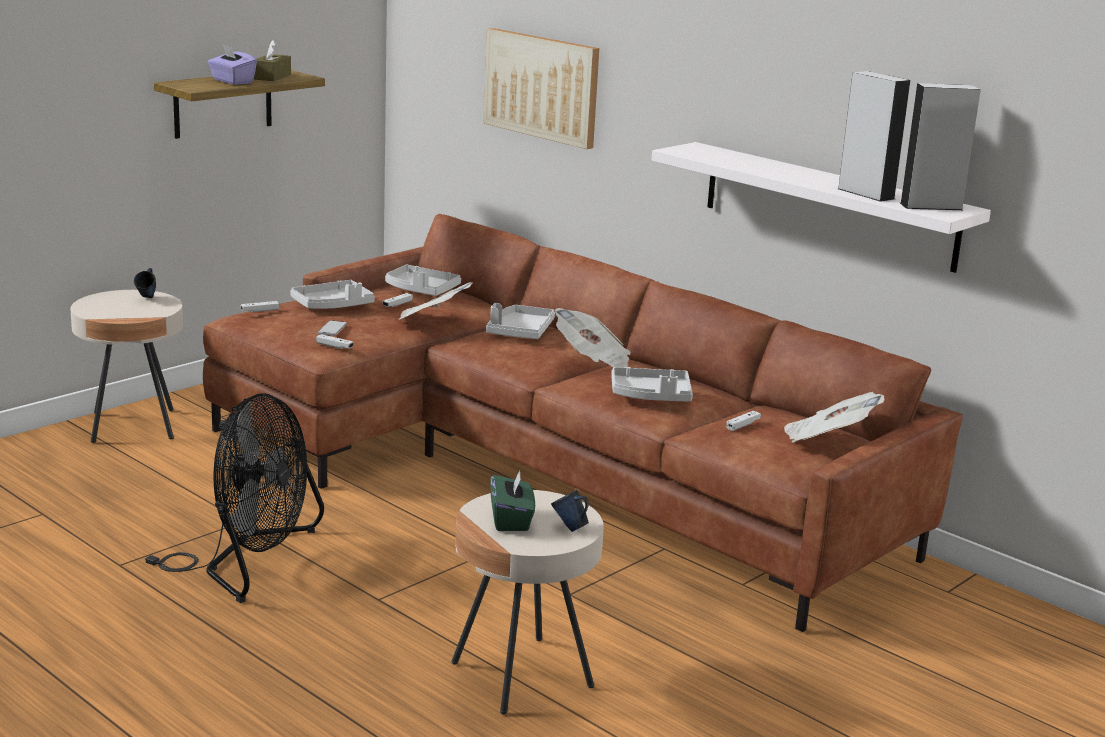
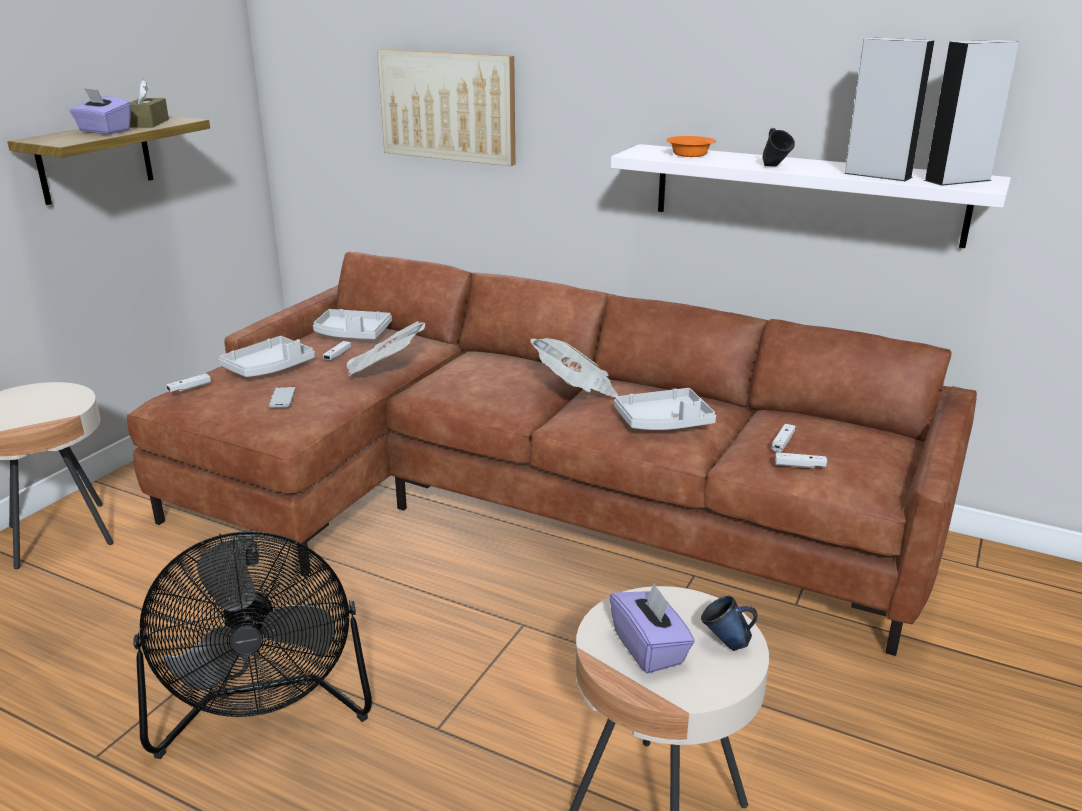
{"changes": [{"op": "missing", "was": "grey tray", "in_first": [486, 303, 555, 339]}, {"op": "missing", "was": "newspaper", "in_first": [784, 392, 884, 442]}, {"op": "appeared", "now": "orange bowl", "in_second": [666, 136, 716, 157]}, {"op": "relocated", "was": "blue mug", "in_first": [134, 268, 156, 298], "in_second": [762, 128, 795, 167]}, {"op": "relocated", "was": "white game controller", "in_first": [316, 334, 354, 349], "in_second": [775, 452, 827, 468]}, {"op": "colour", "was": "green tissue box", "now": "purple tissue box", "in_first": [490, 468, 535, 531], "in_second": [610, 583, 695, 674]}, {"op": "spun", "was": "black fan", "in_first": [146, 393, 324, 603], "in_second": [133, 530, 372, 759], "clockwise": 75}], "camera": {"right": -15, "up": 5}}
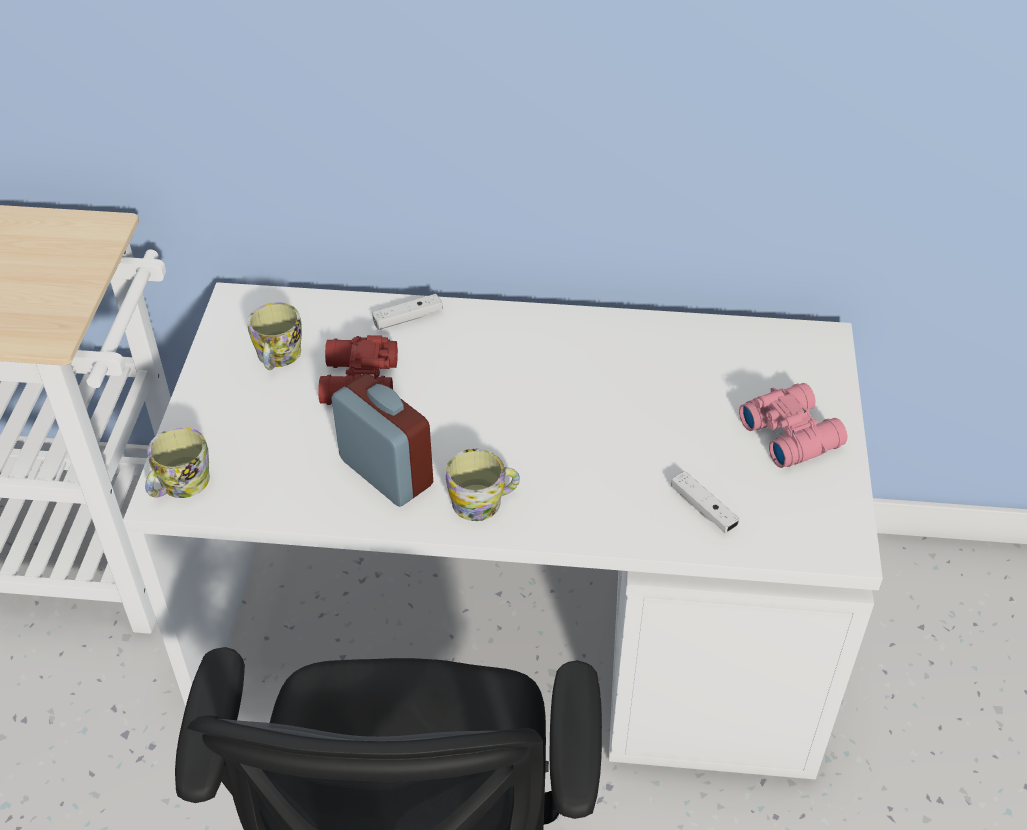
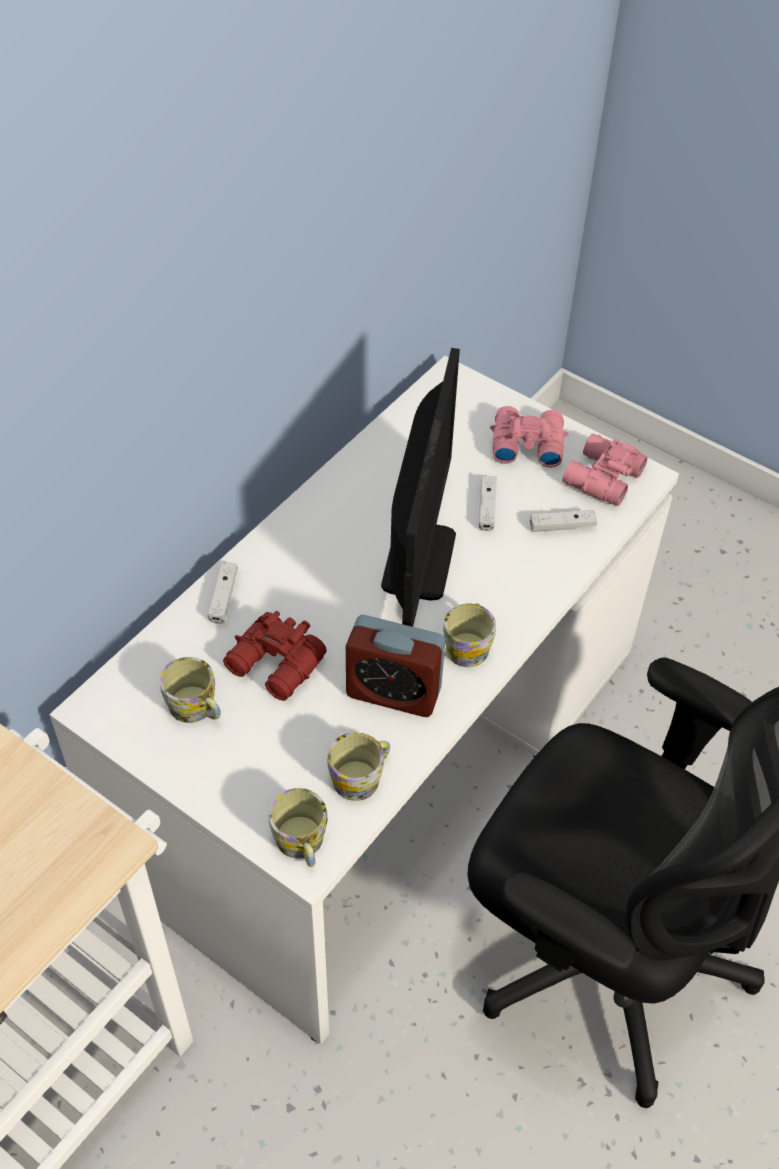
{"changes": [{"op": "appeared", "now": "mug", "in_second": [327, 732, 390, 801]}, {"op": "appeared", "now": "monitor", "in_second": [381, 348, 460, 627]}, {"op": "appeared", "now": "white game controller", "in_second": [479, 475, 497, 531]}, {"op": "appeared", "now": "pink binoculars", "in_second": [563, 434, 648, 506]}, {"op": "spun", "was": "alarm clock", "in_first": [331, 374, 433, 507], "in_second": [346, 615, 445, 717], "clockwise": -150}], "camera": {"right": -60, "up": 5}}
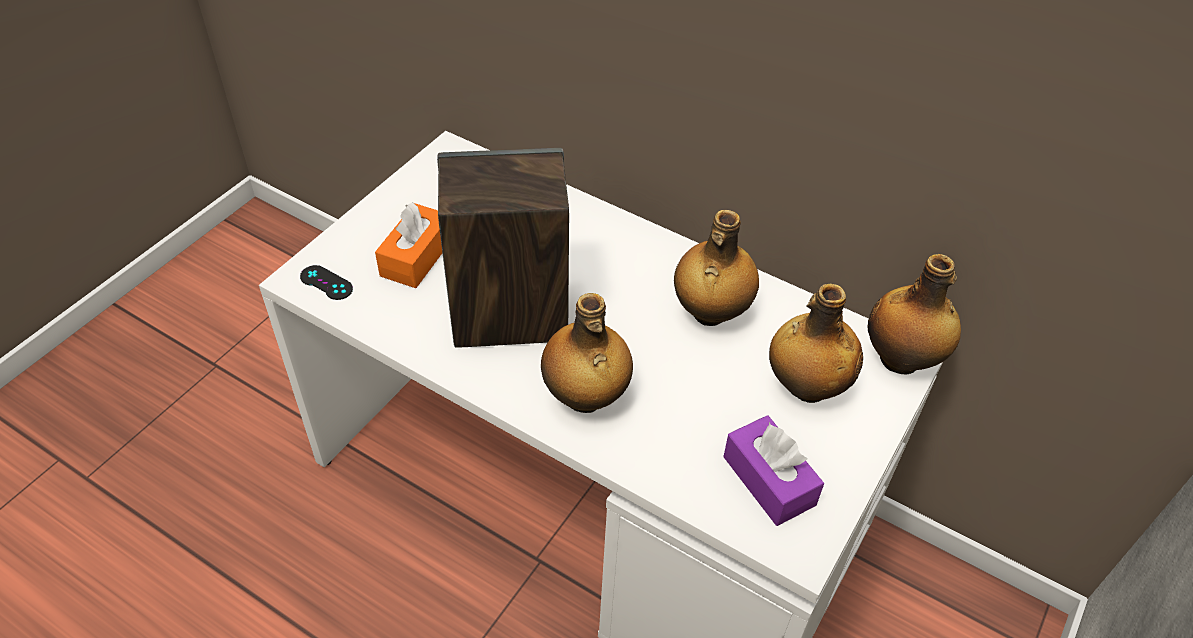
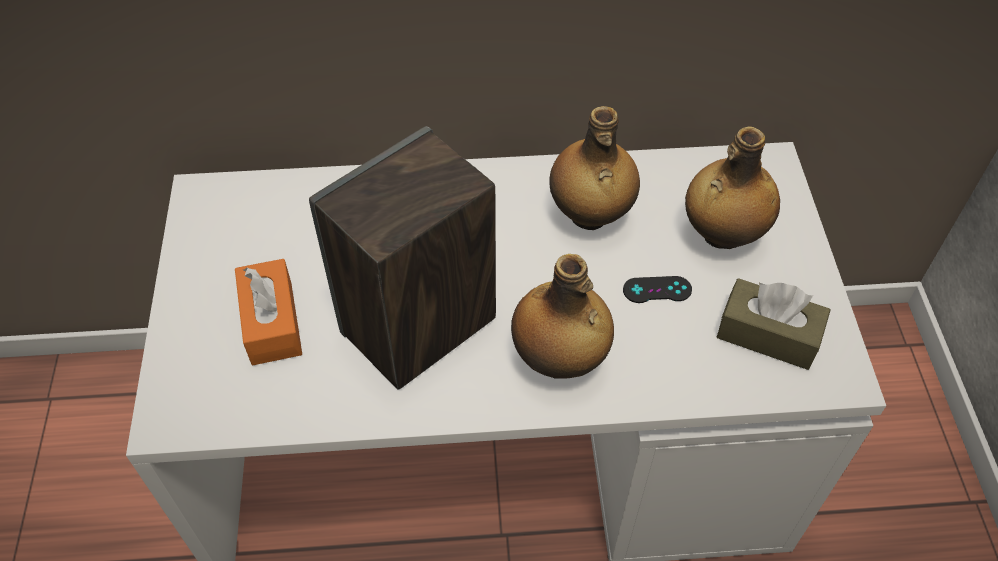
{"changes": [{"op": "missing", "was": "bottle", "in_first": [868, 254, 961, 375]}, {"op": "relocated", "was": "black game controller", "in_first": [300, 265, 353, 300], "in_second": [623, 276, 692, 303]}, {"op": "colour", "was": "purple tissue box", "now": "brown tissue box", "in_first": [723, 415, 824, 526], "in_second": [717, 278, 831, 370]}], "camera": {"right": -35, "up": 5}}
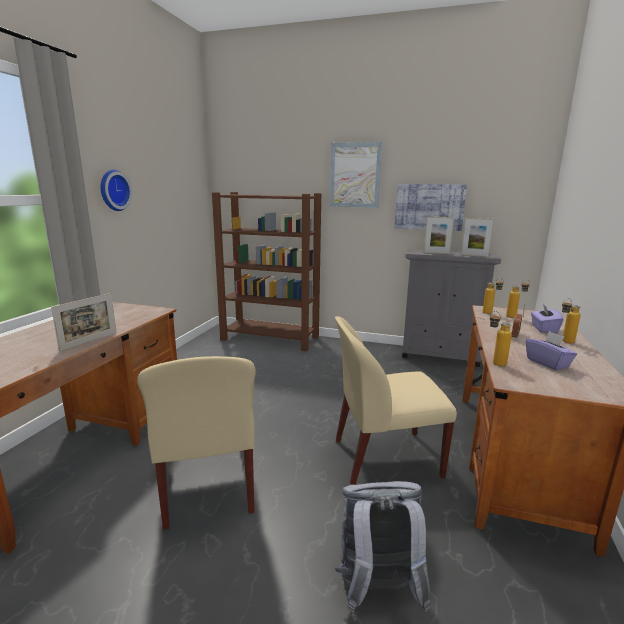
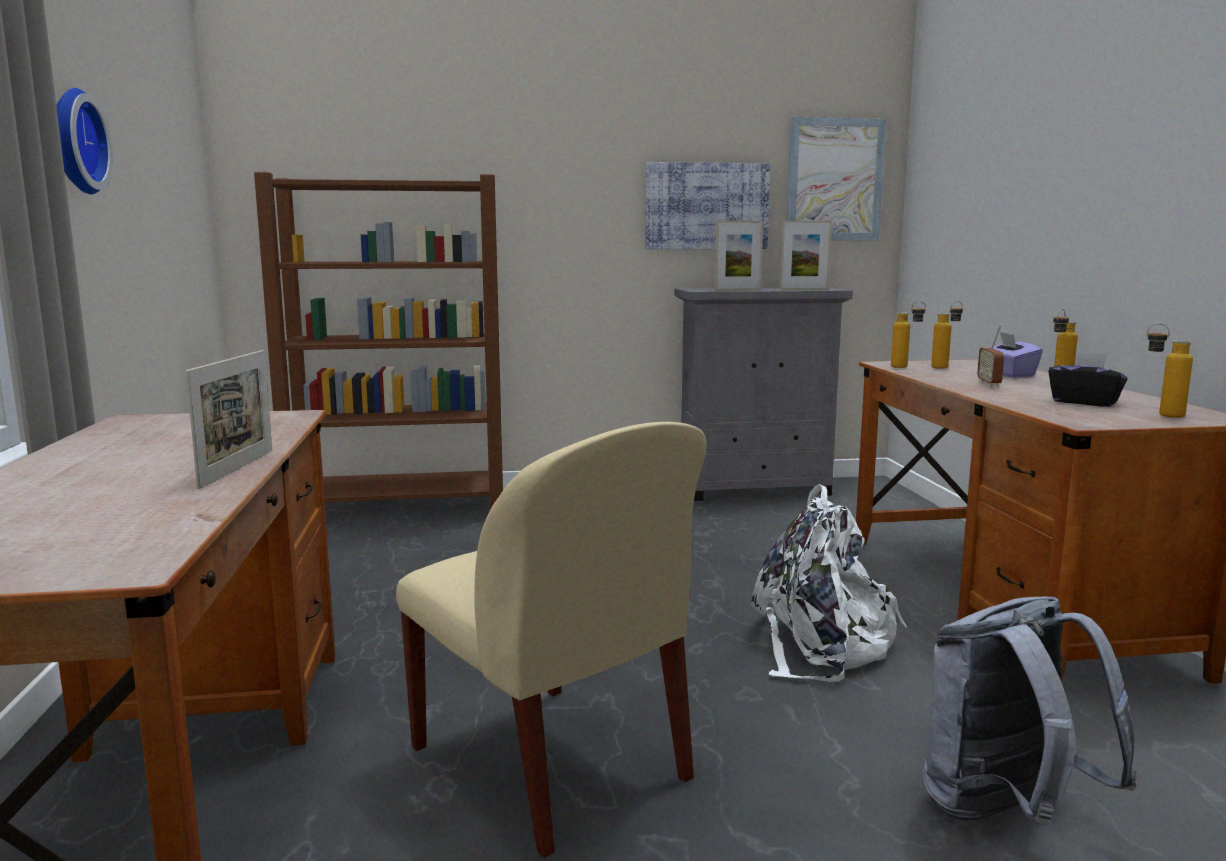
{"changes": [{"op": "relocated", "was": "picture", "in_first": [330, 142, 382, 208], "in_second": [787, 117, 886, 240]}, {"op": "relocated", "was": "bottle", "in_first": [490, 311, 512, 366], "in_second": [1147, 323, 1193, 418]}, {"op": "exchanged", "was": "beige chair", "now": "white backpack", "in_first": [335, 316, 457, 485], "in_second": [751, 484, 907, 682]}, {"op": "colour", "was": "purple tissue box", "now": "black tissue box", "in_first": [526, 331, 577, 370], "in_second": [1048, 351, 1127, 407]}], "camera": {"right": -25, "up": -5}}
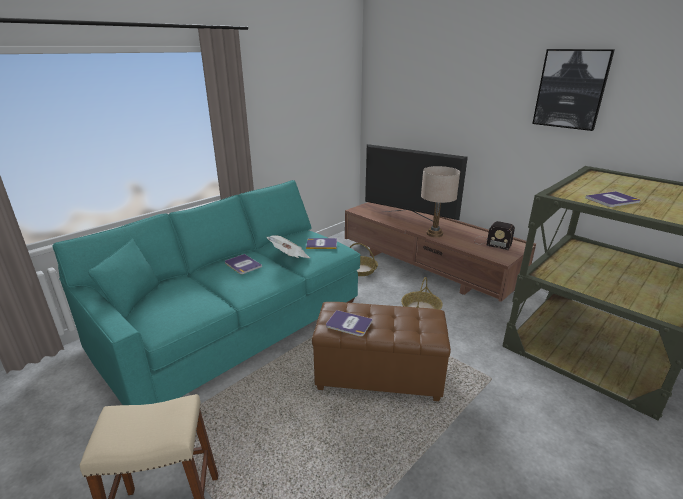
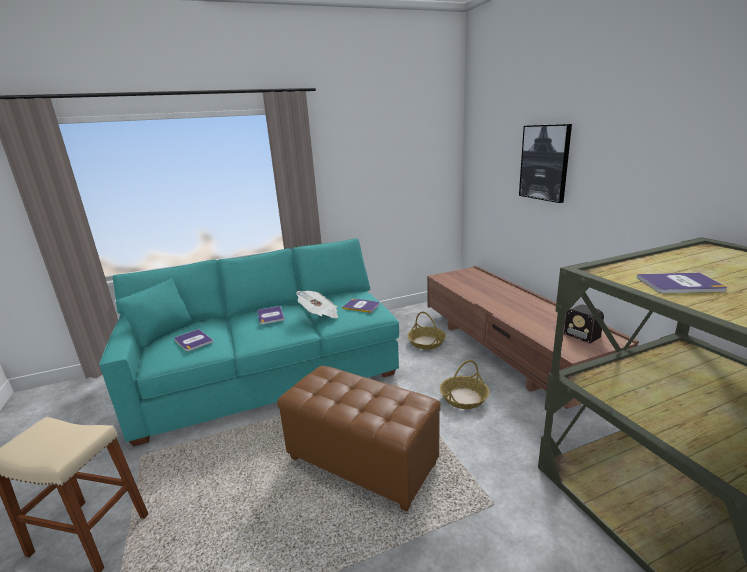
{"changes": [{"op": "missing", "was": "television", "in_first": [365, 144, 468, 221]}, {"op": "missing", "was": "beige table lamp", "in_first": [421, 166, 460, 237]}, {"op": "relocated", "was": "book", "in_first": [326, 310, 373, 337], "in_second": [174, 329, 213, 351]}, {"op": "relocated", "was": "picture", "in_first": [532, 49, 615, 131], "in_second": [519, 124, 572, 203]}], "camera": {"right": 25, "up": -5}}
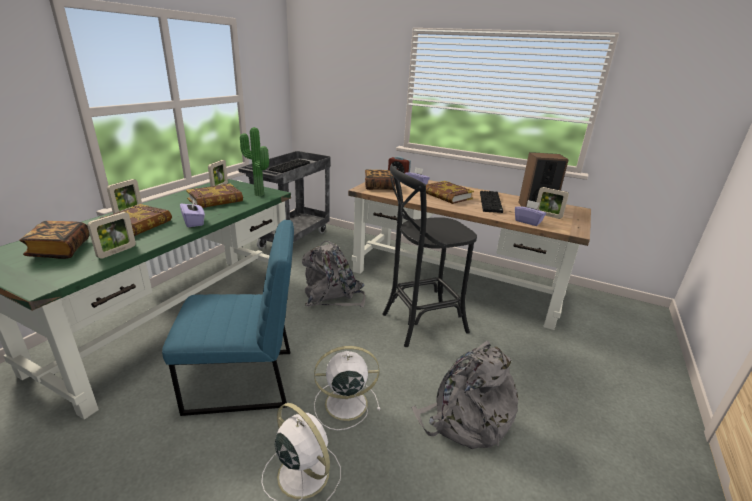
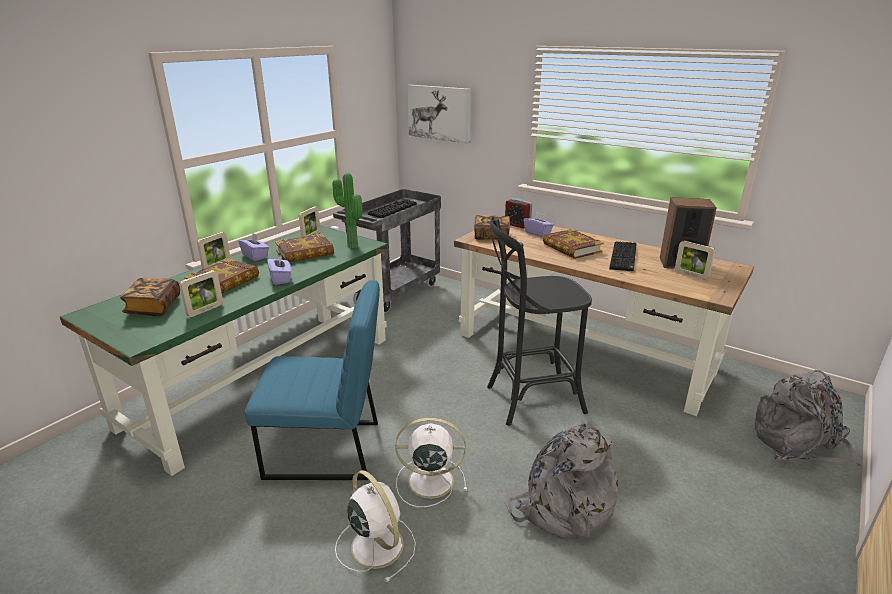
{"changes": [{"op": "appeared", "now": "picture", "in_second": [407, 85, 472, 144]}, {"op": "relocated", "was": "grey backpack", "in_first": [302, 241, 365, 307], "in_second": [755, 370, 863, 466]}, {"op": "relocated", "was": "purple tissue box", "in_first": [515, 200, 546, 226], "in_second": [238, 234, 269, 261]}], "camera": {"right": 10, "up": 0}}
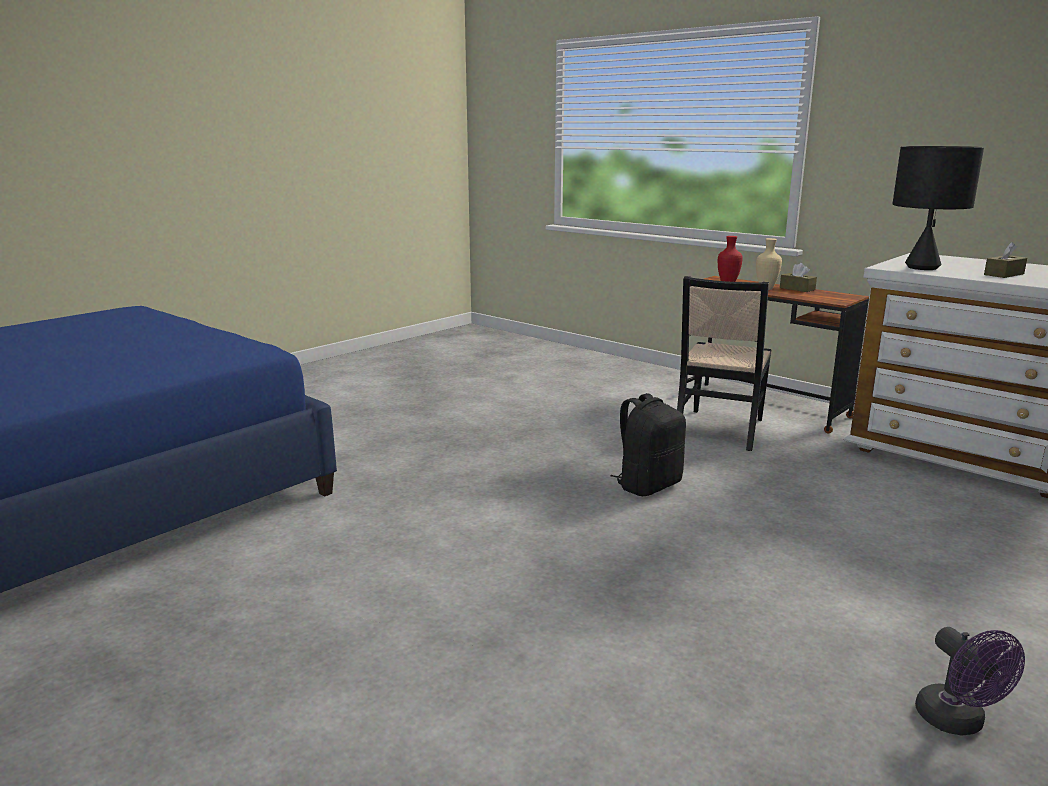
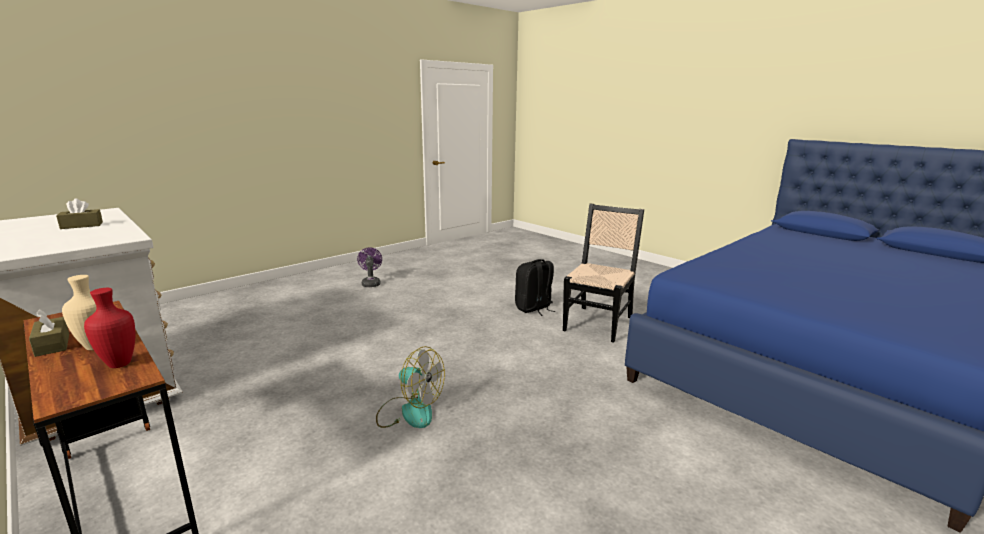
{"changes": [{"op": "missing", "was": "black table lamp", "in_first": [893, 146, 984, 270]}, {"op": "appeared", "now": "fan", "in_second": [376, 346, 445, 428]}, {"op": "relocated", "was": "black backpack", "in_first": [610, 393, 686, 496], "in_second": [515, 259, 556, 316]}, {"op": "relocated", "was": "chair", "in_first": [677, 276, 772, 451], "in_second": [563, 204, 644, 342]}], "camera": {"right": -175, "up": 0}}
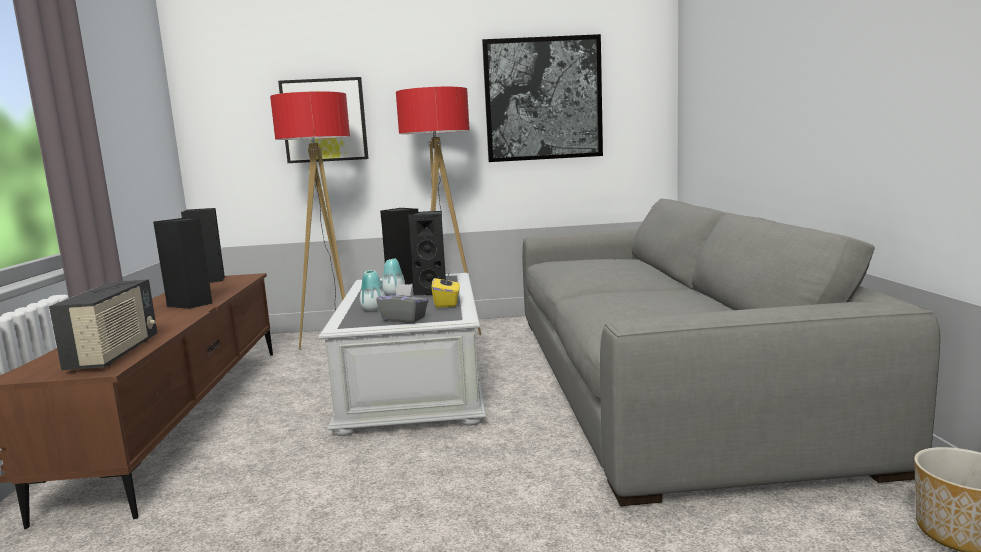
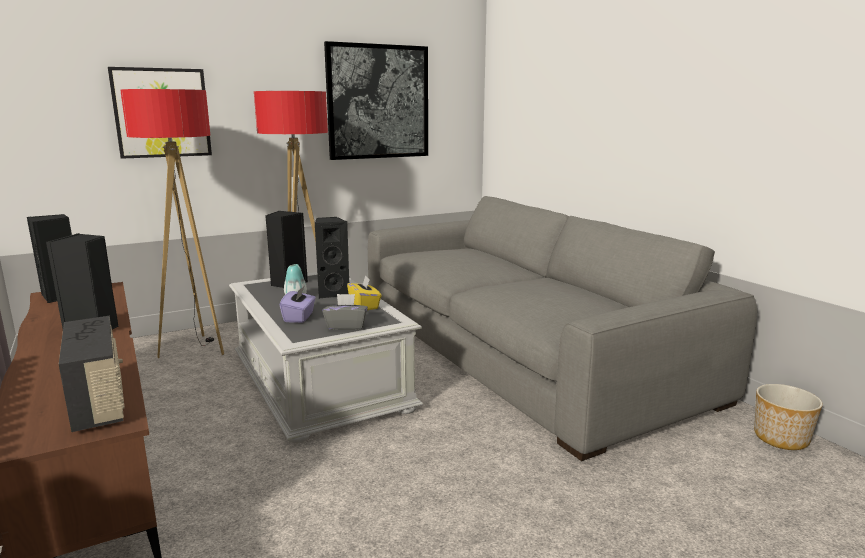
{"changes": [{"op": "exchanged", "was": "vase", "now": "purple tissue box", "in_first": [360, 270, 385, 311], "in_second": [280, 286, 316, 323]}], "camera": {"right": -25, "up": 5}}
